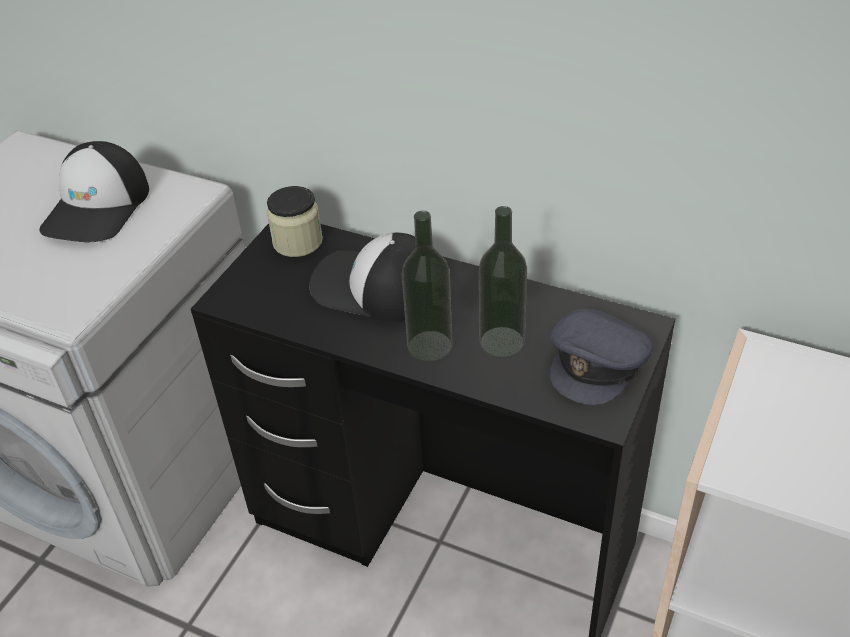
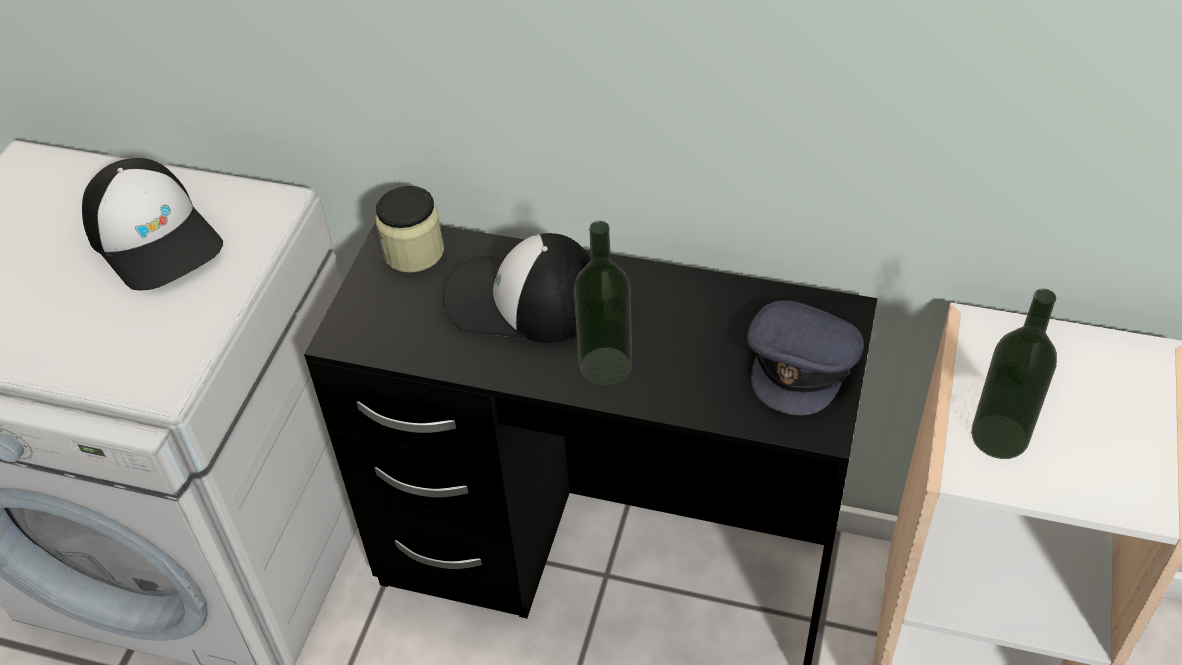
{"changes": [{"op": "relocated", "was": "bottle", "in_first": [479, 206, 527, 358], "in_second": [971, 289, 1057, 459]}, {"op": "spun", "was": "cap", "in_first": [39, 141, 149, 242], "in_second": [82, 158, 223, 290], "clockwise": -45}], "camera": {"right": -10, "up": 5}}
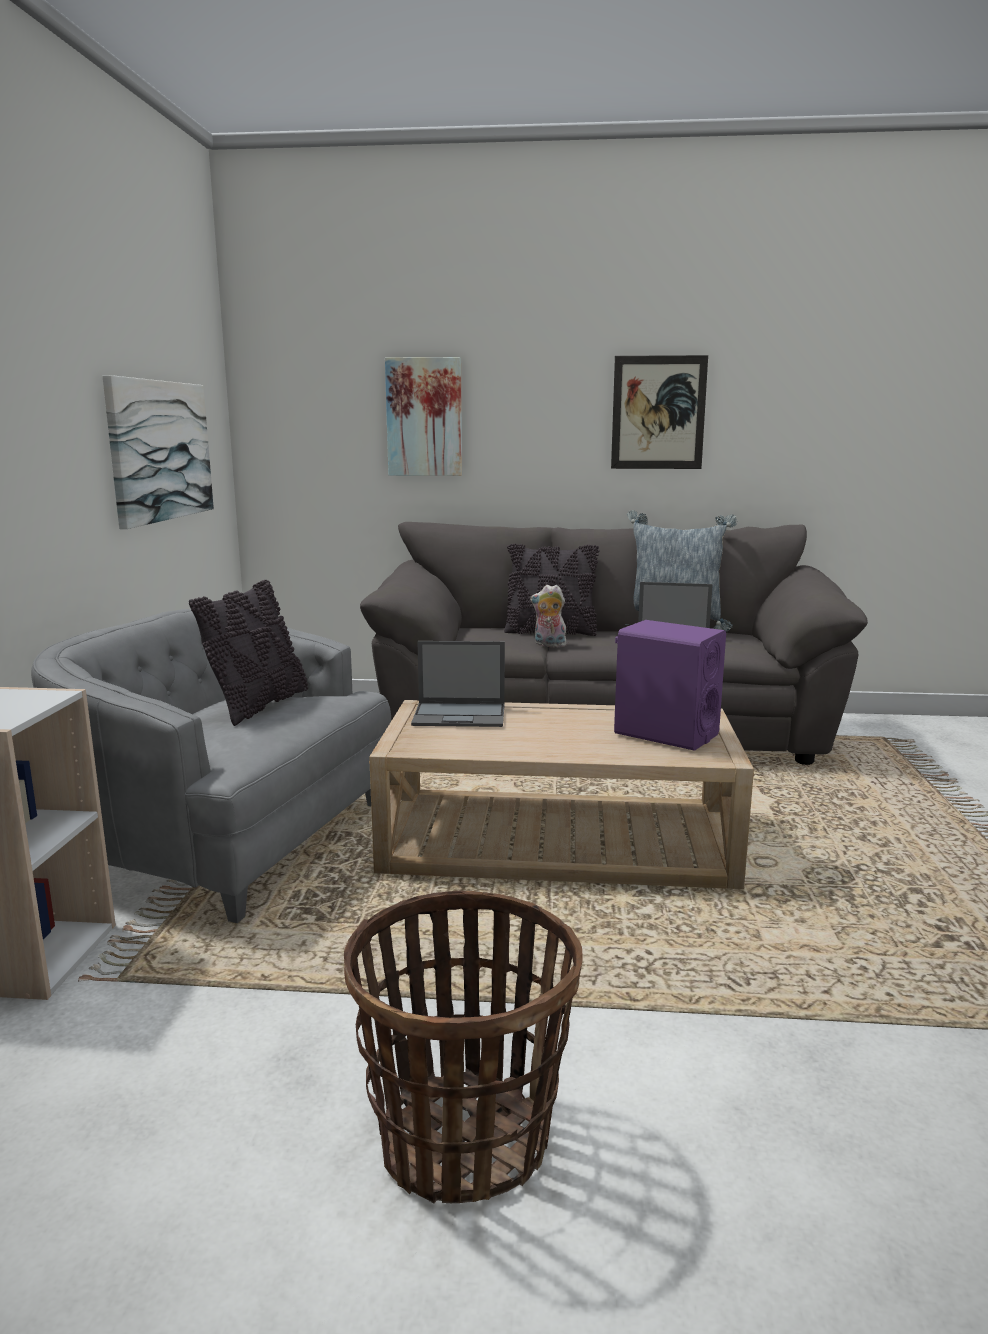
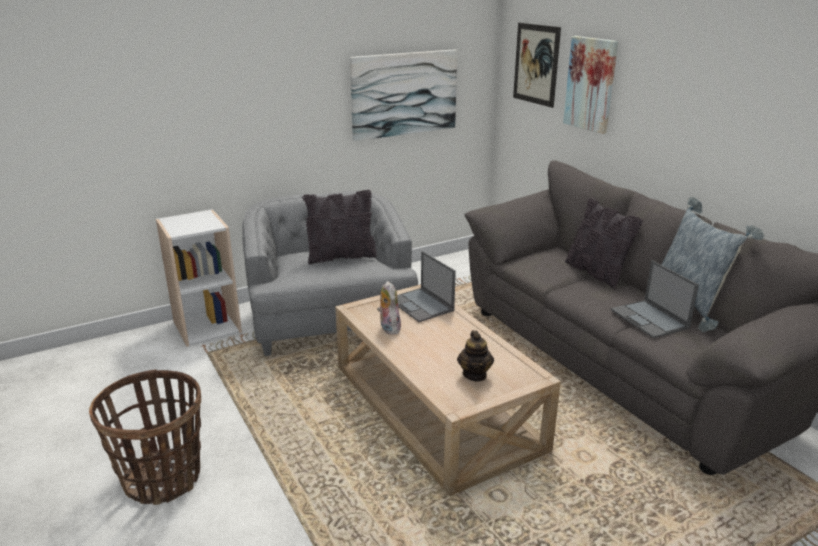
{"changes": [{"op": "relocated", "was": "plush toy", "in_first": [530, 585, 566, 647], "in_second": [377, 281, 401, 334]}, {"op": "relocated", "was": "picture", "in_first": [611, 355, 708, 469], "in_second": [513, 23, 561, 108]}, {"op": "exchanged", "was": "purple speaker", "now": "teapot", "in_first": [614, 620, 726, 751], "in_second": [457, 330, 494, 381]}], "camera": {"right": 55, "up": 10}}
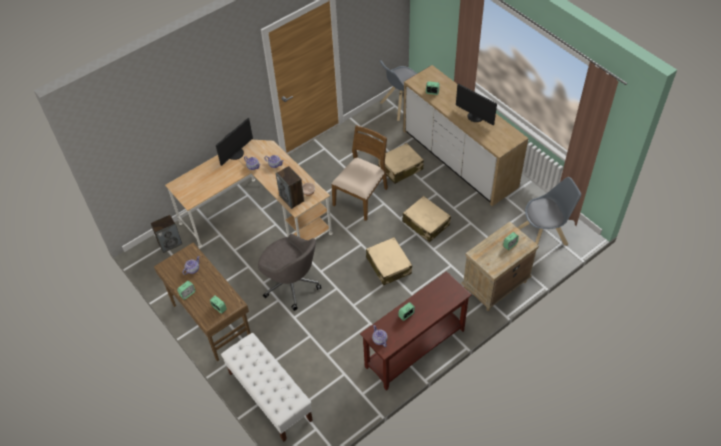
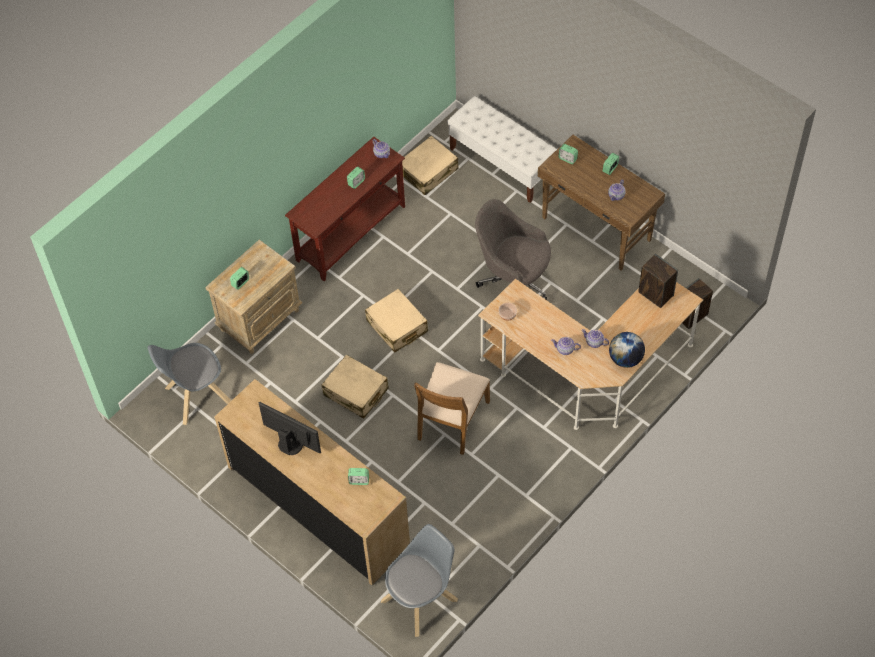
{"changes": [{"op": "relocated", "was": "speaker", "in_first": [276, 166, 304, 209], "in_second": [638, 254, 678, 308]}, {"op": "relocated", "was": "beige suitcase", "in_first": [378, 143, 424, 184], "in_second": [402, 136, 459, 195]}, {"op": "exchanged", "was": "monitor", "now": "globe", "in_first": [216, 118, 253, 166], "in_second": [609, 332, 645, 368]}], "camera": {"right": 170, "up": 5}}
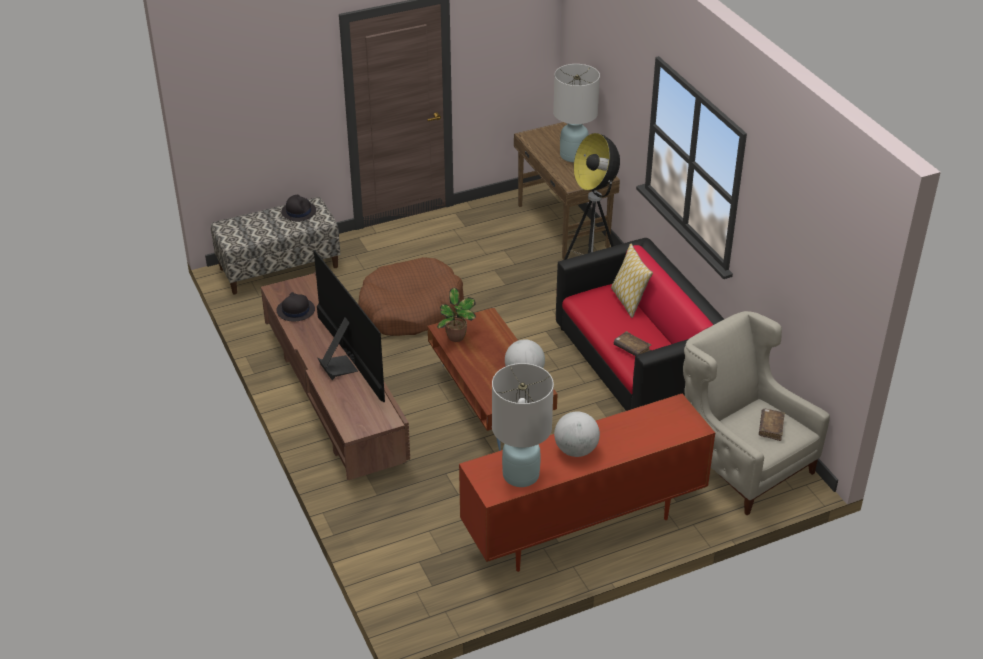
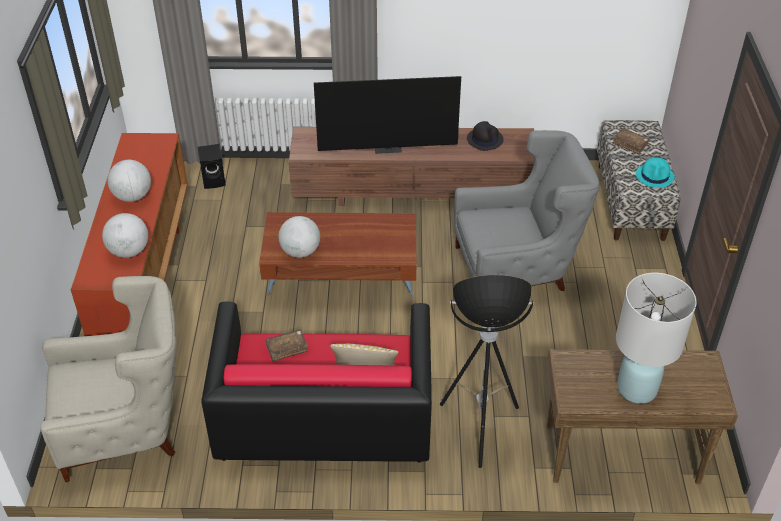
{"changes": [{"op": "missing", "was": "potted plant", "in_first": [437, 288, 476, 342]}, {"op": "missing", "was": "white table lamp", "in_first": [492, 363, 554, 487]}, {"op": "appeared", "now": "globe", "in_second": [102, 213, 148, 258]}, {"op": "appeared", "now": "black speaker", "in_second": [198, 144, 226, 189]}, {"op": "relocated", "was": "brown book", "in_first": [759, 409, 785, 441], "in_second": [612, 128, 649, 155]}, {"op": "exchanged", "was": "brown dog bed", "now": "grey armchair", "in_first": [358, 257, 464, 336], "in_second": [454, 130, 599, 291]}, {"op": "colour", "was": "black hat", "now": "turquoise hat", "in_first": [281, 195, 316, 222], "in_second": [636, 157, 675, 188]}], "camera": {"right": 115, "up": 5}}
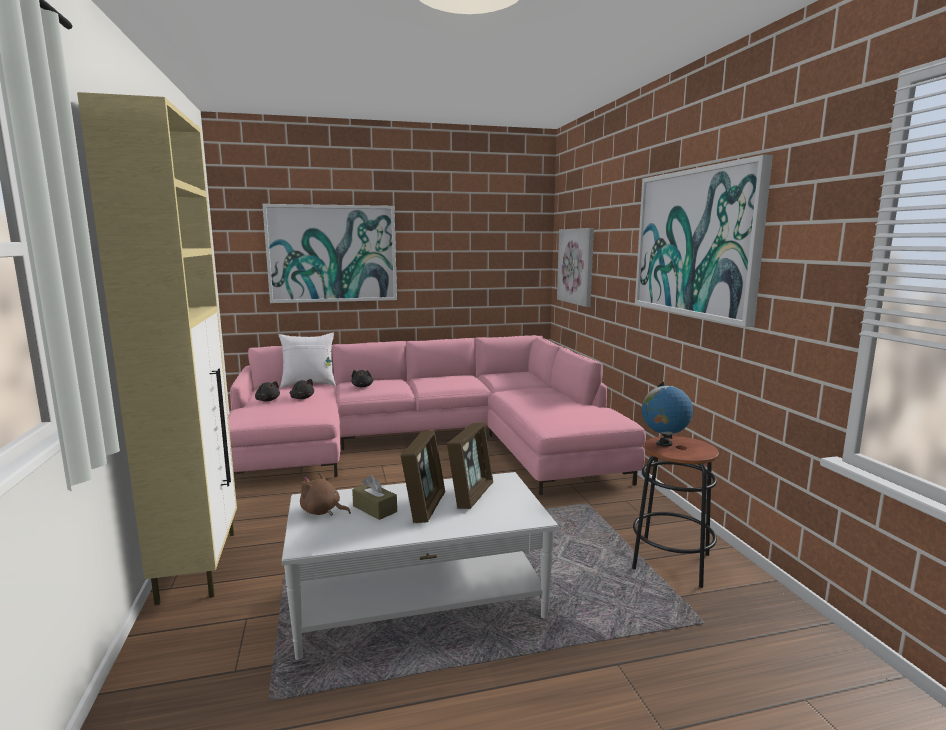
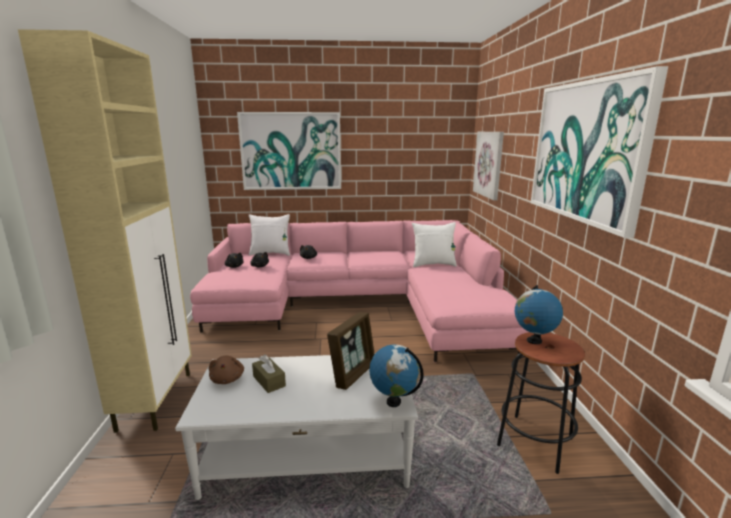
{"changes": [{"op": "missing", "was": "picture frame", "in_first": [400, 430, 445, 523]}, {"op": "appeared", "now": "globe", "in_second": [369, 344, 424, 407]}, {"op": "appeared", "now": "white pillow", "in_second": [412, 222, 457, 267]}, {"op": "spun", "was": "brown plush toy", "in_first": [300, 472, 351, 516], "in_second": [209, 355, 244, 384], "clockwise": -135}], "camera": {"right": 10, "up": 5}}
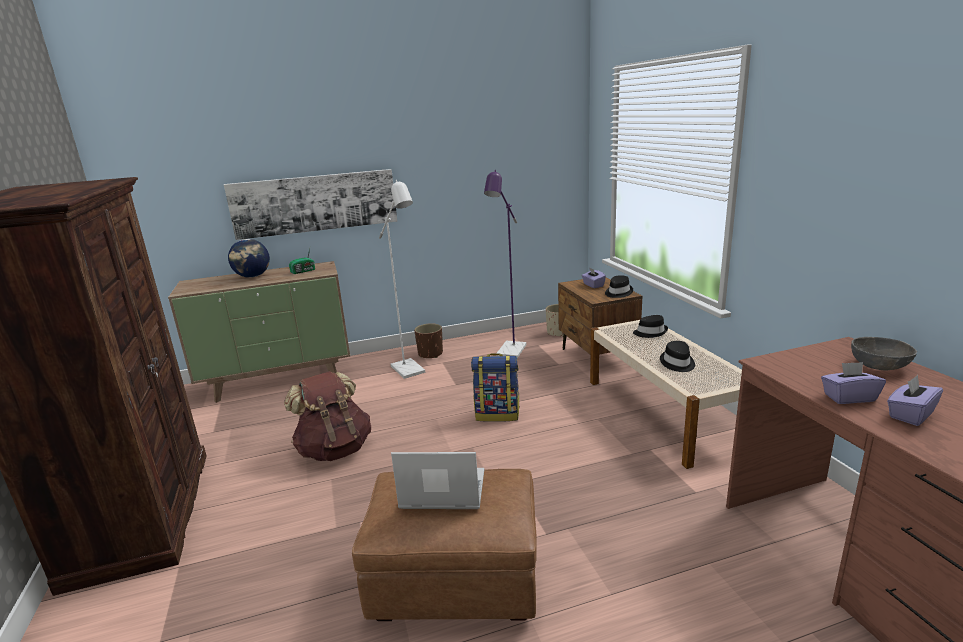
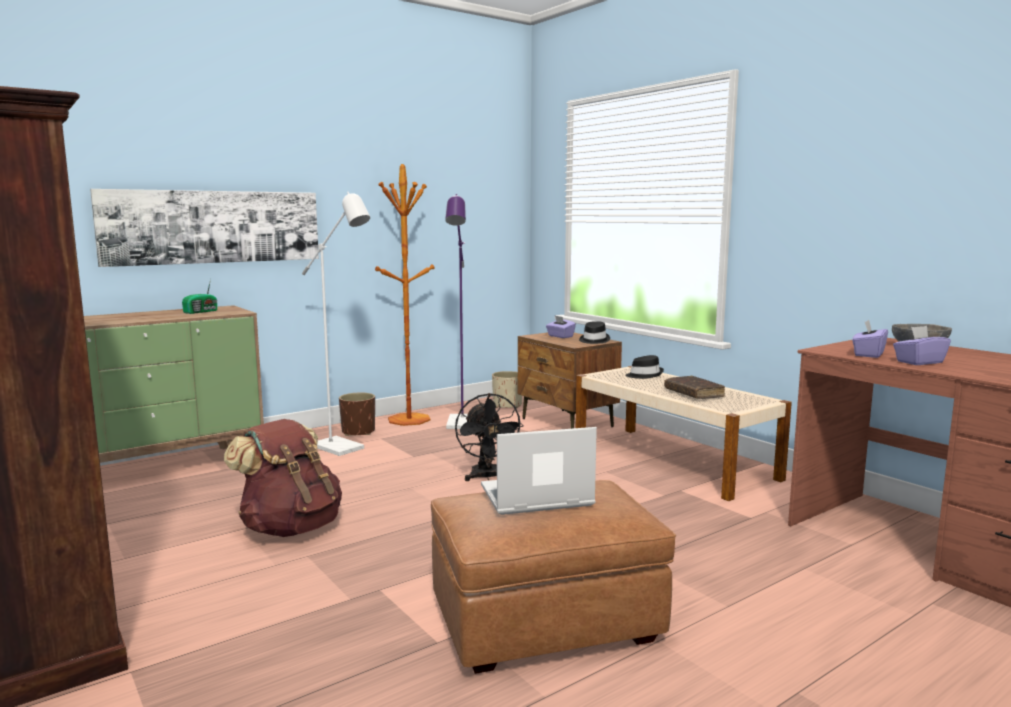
{"changes": [{"op": "missing", "was": "globe", "in_first": [228, 239, 270, 278]}, {"op": "appeared", "now": "orange clothes rack", "in_second": [375, 164, 435, 426]}, {"op": "relocated", "was": "purple tissue box", "in_first": [887, 375, 943, 426], "in_second": [852, 320, 888, 358]}, {"op": "exchanged", "was": "backpack", "now": "black fan", "in_first": [471, 353, 520, 422], "in_second": [455, 393, 524, 481]}, {"op": "exchanged", "was": "black hat", "now": "brown book", "in_first": [660, 341, 695, 372], "in_second": [664, 376, 725, 399]}], "camera": {"right": -20, "up": -10}}
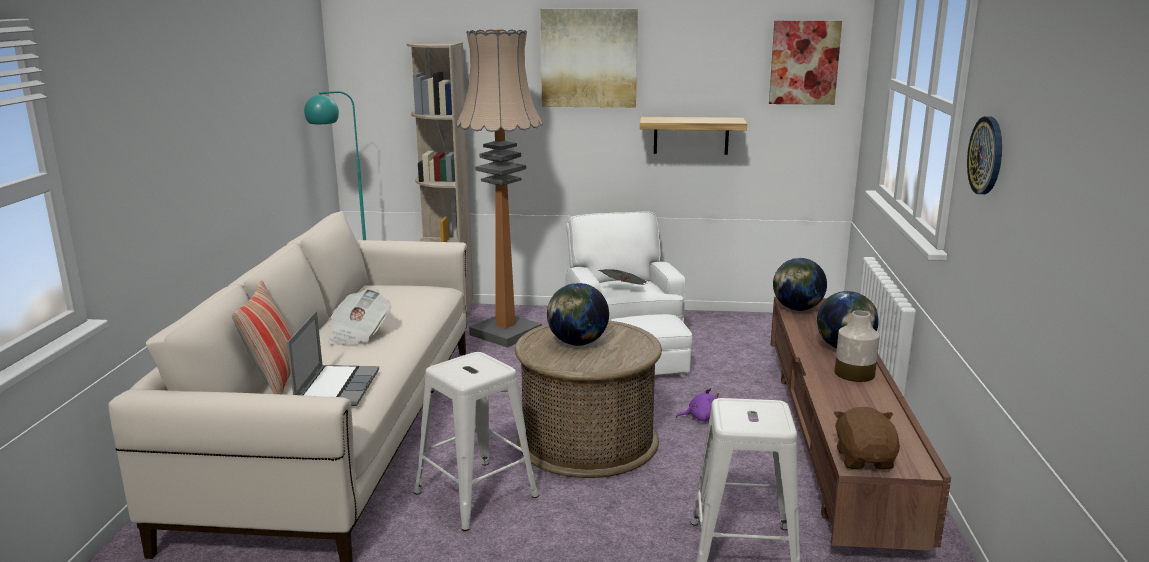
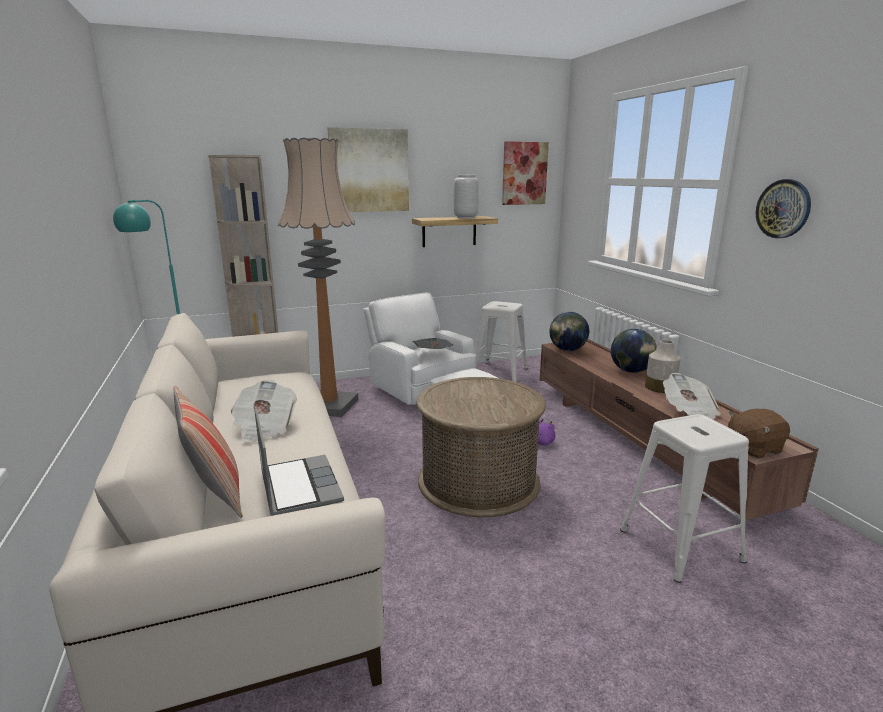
{"changes": [{"op": "missing", "was": "globe", "in_first": [547, 283, 609, 346]}, {"op": "appeared", "now": "grey vase", "in_second": [454, 175, 479, 219]}, {"op": "appeared", "now": "newspaper", "in_second": [663, 373, 721, 419]}, {"op": "relocated", "was": "white stool", "in_first": [414, 352, 539, 531], "in_second": [475, 301, 528, 382]}, {"op": "spun", "was": "brown plush toy", "in_first": [834, 407, 900, 470], "in_second": [728, 409, 790, 459], "clockwise": -90}], "camera": {"right": -25, "up": 0}}
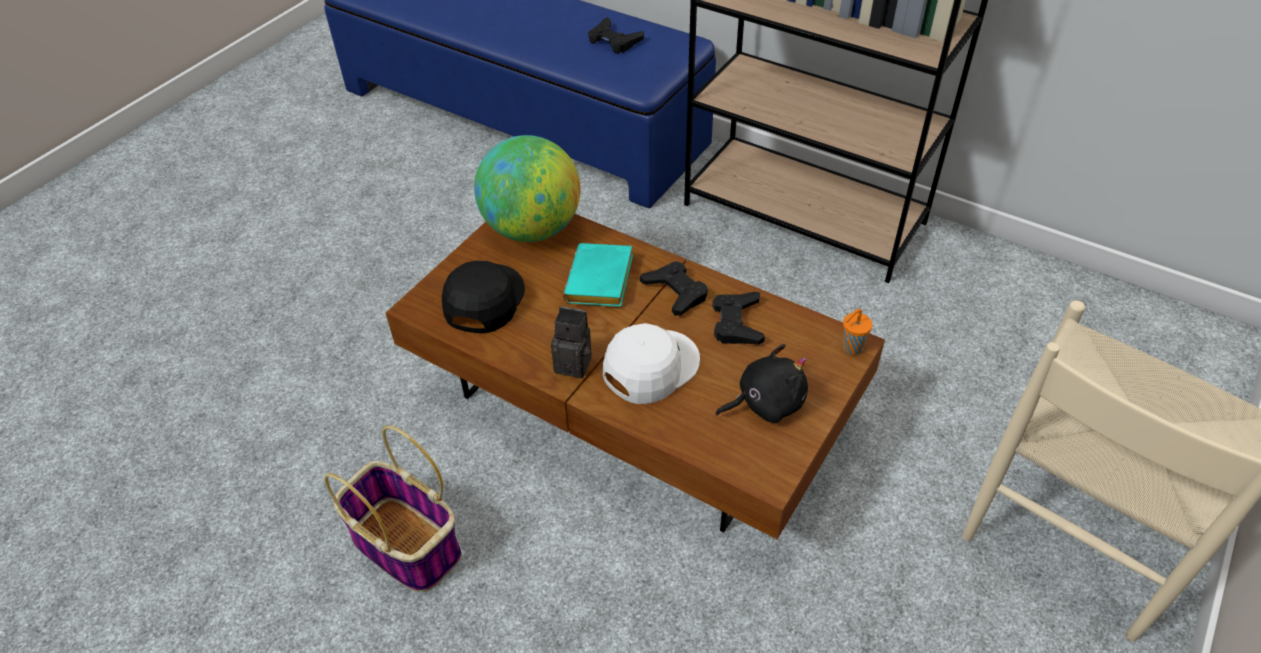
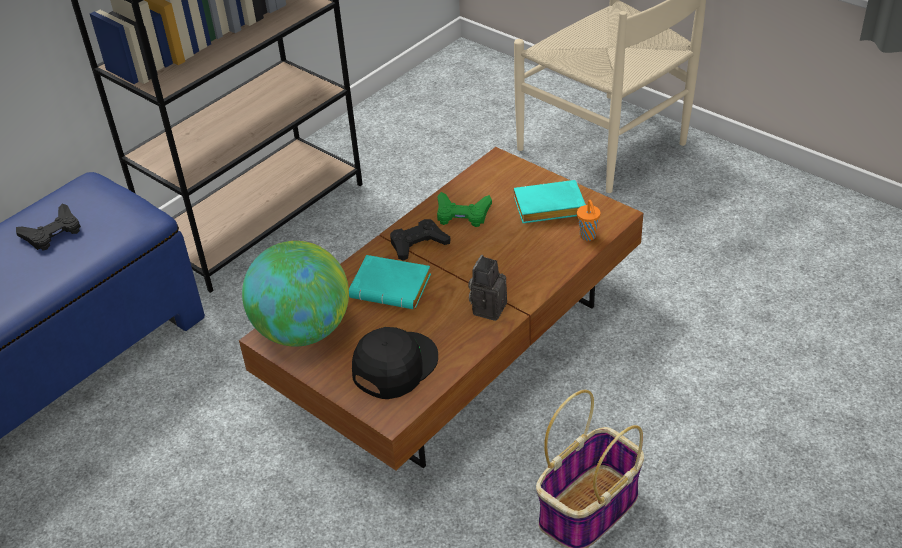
{"changes": [{"op": "missing", "was": "white cap", "in_first": [603, 323, 700, 404]}, {"op": "relocated", "was": "orange cup", "in_first": [842, 309, 873, 355], "in_second": [577, 200, 600, 241]}, {"op": "exchanged", "was": "black plush toy", "now": "turquoise book", "in_first": [715, 344, 808, 423], "in_second": [514, 180, 586, 223]}, {"op": "colour", "was": "black game controller", "now": "green game controller", "in_first": [712, 292, 765, 345], "in_second": [437, 192, 492, 227]}, {"op": "spun", "was": "black cap", "in_first": [442, 261, 525, 333], "in_second": [352, 327, 438, 399], "clockwise": 105}], "camera": {"right": -80, "up": -5}}
